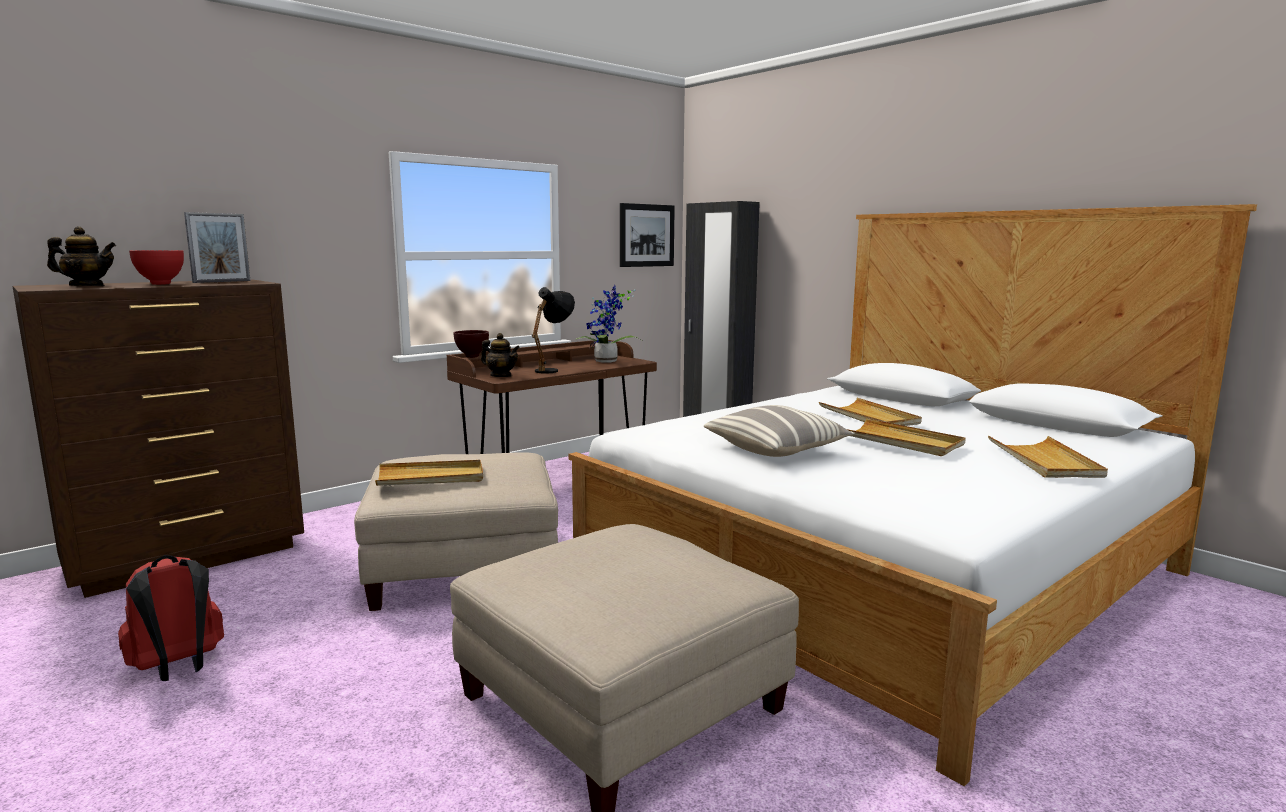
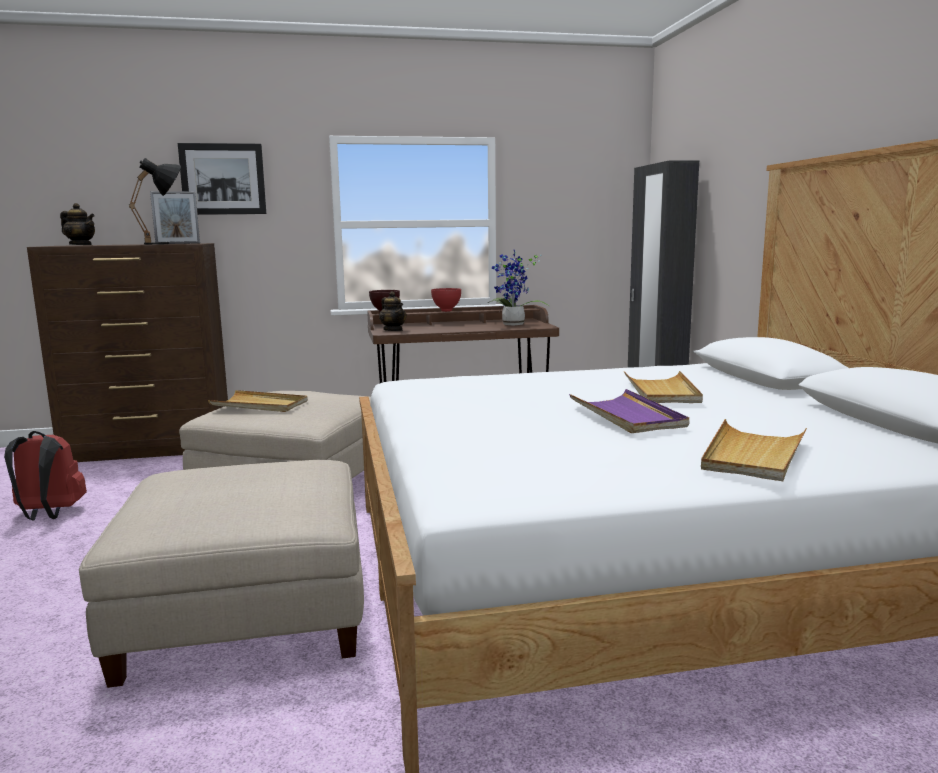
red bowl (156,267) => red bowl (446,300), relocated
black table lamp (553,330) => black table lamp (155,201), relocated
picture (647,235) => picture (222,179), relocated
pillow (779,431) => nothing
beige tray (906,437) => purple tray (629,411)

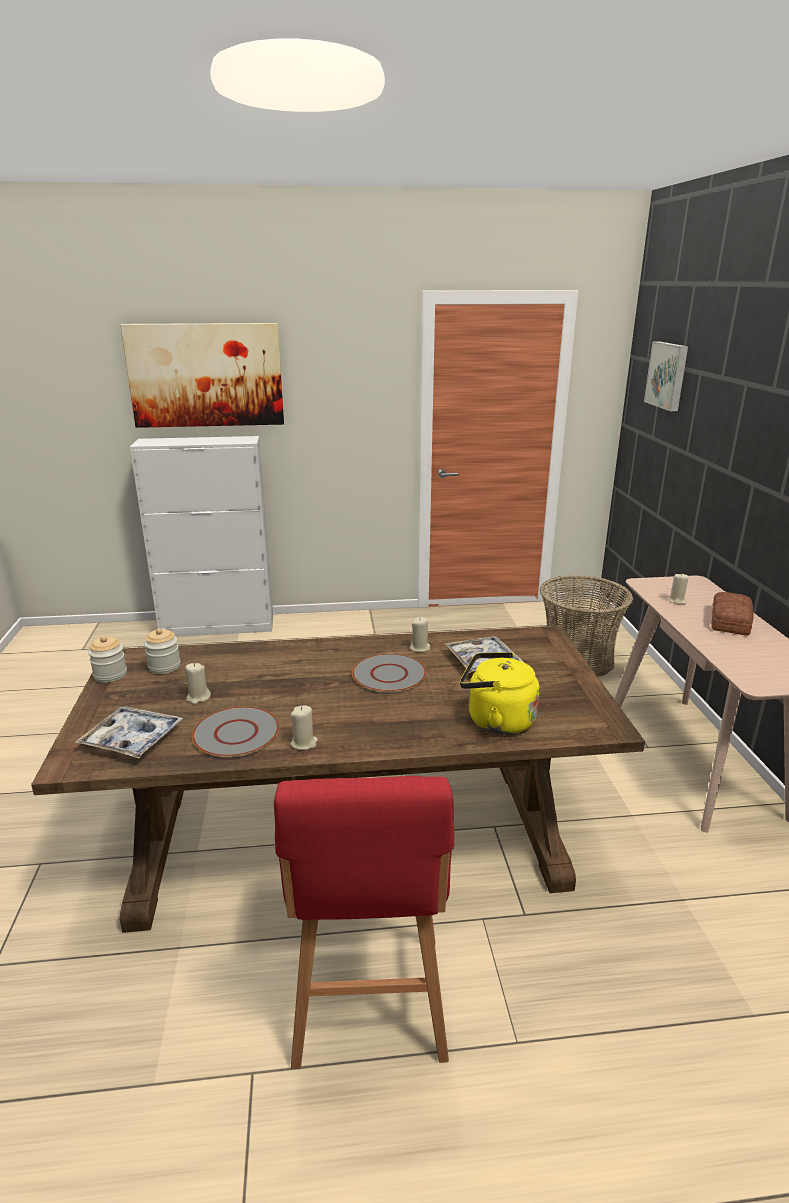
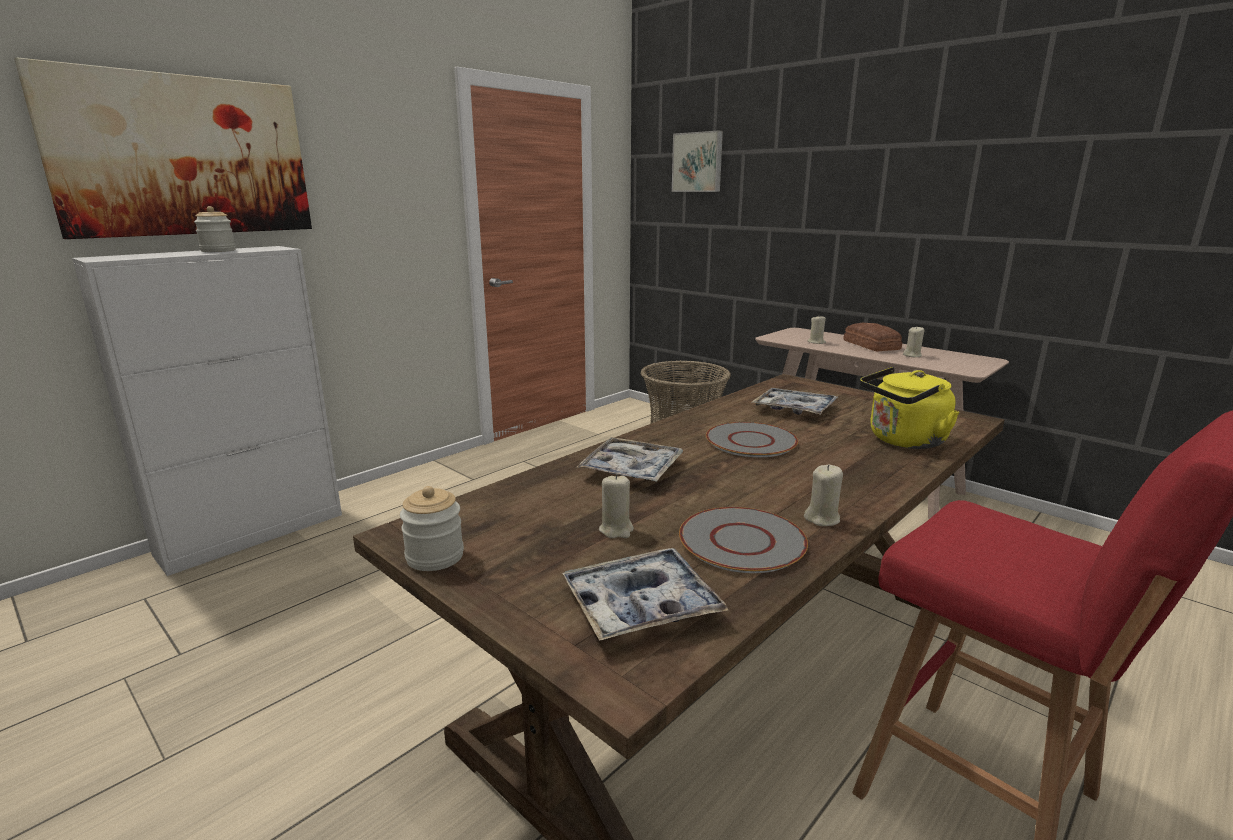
jar (162,651) => jar (215,229), relocated
beige candle (420,634) => beige candle (913,342), relocated
nothing => tray (629,459)

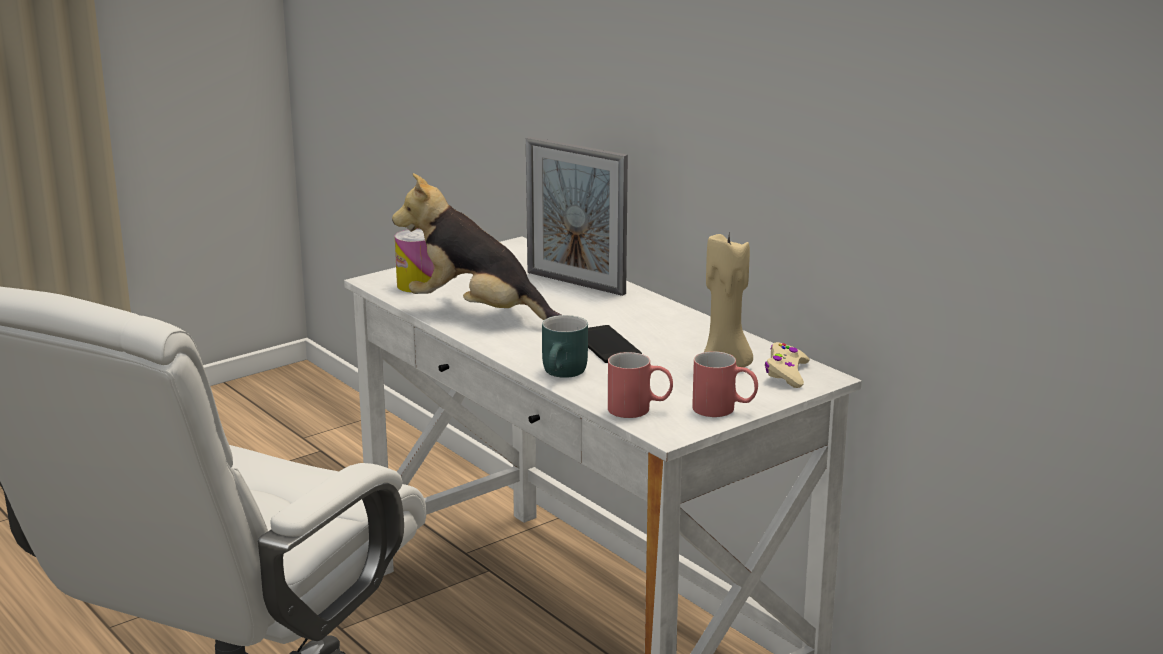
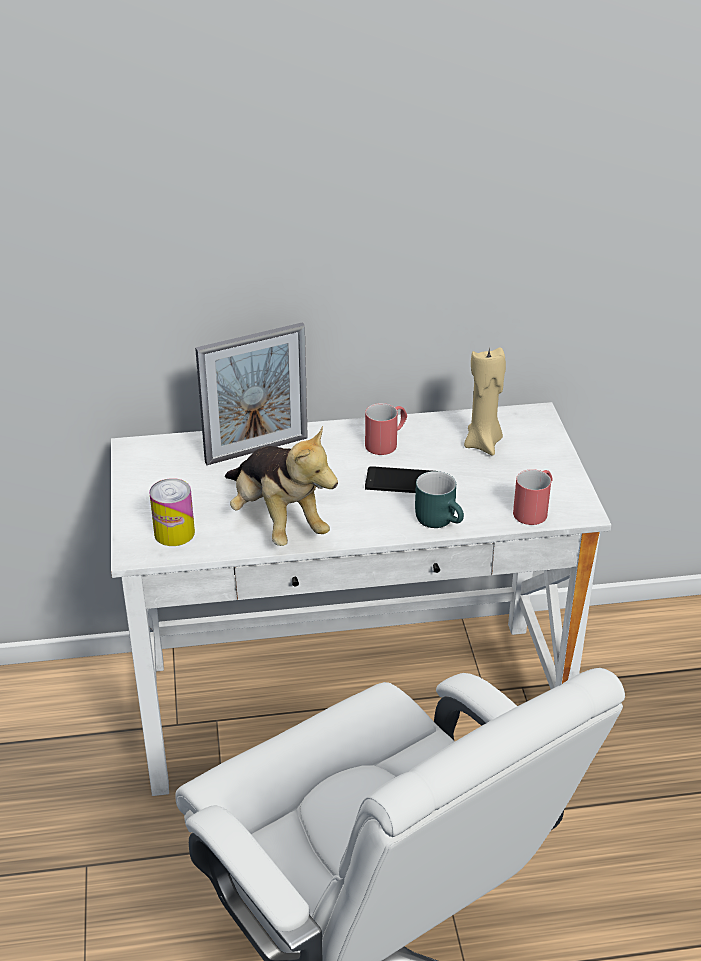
plush toy (476,246) => plush toy (281,486), 90 degrees counterclockwise
red mug (725,384) => red mug (386,429), relocated
beige game controller (787,365) => nothing

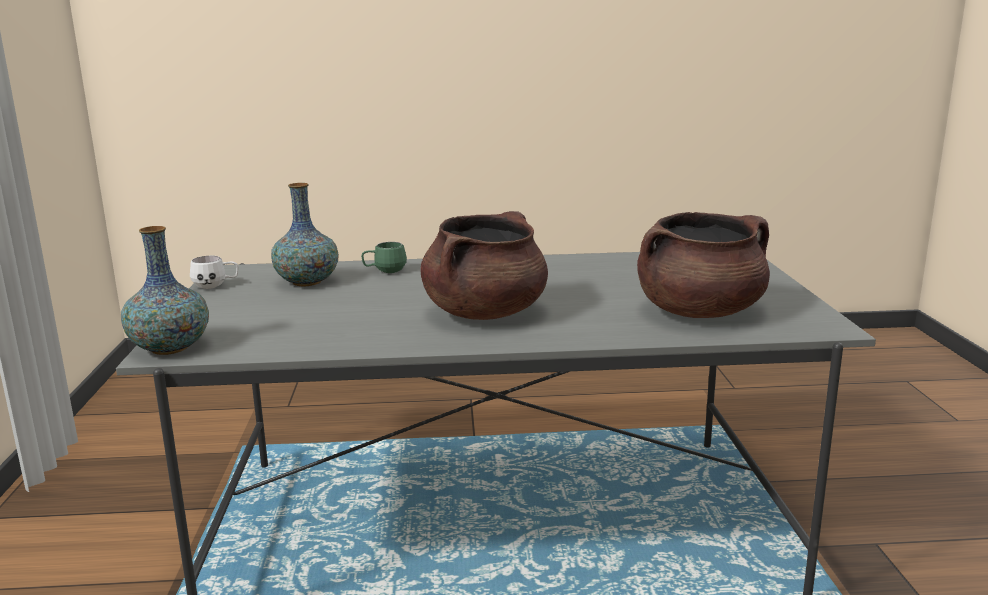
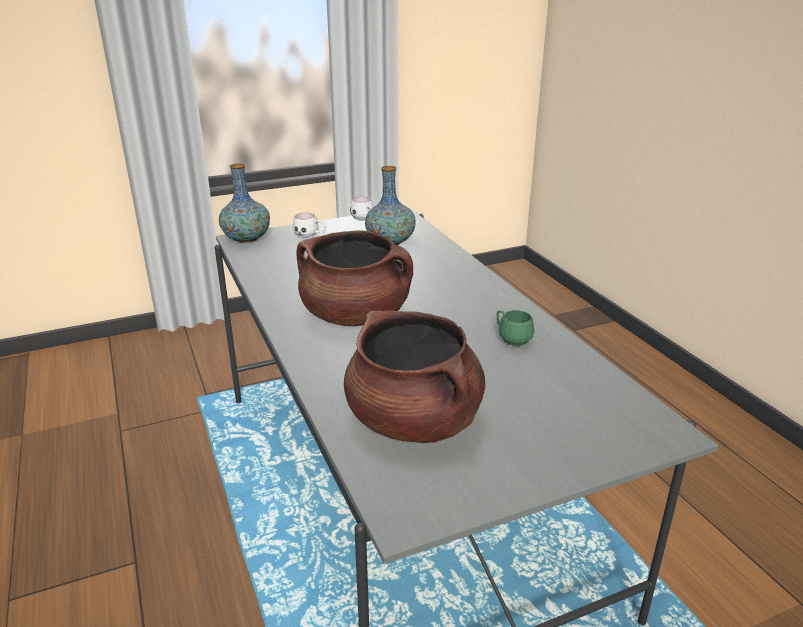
green mug (384,257) => green mug (515,328), relocated
nothing => white mug (309,225)

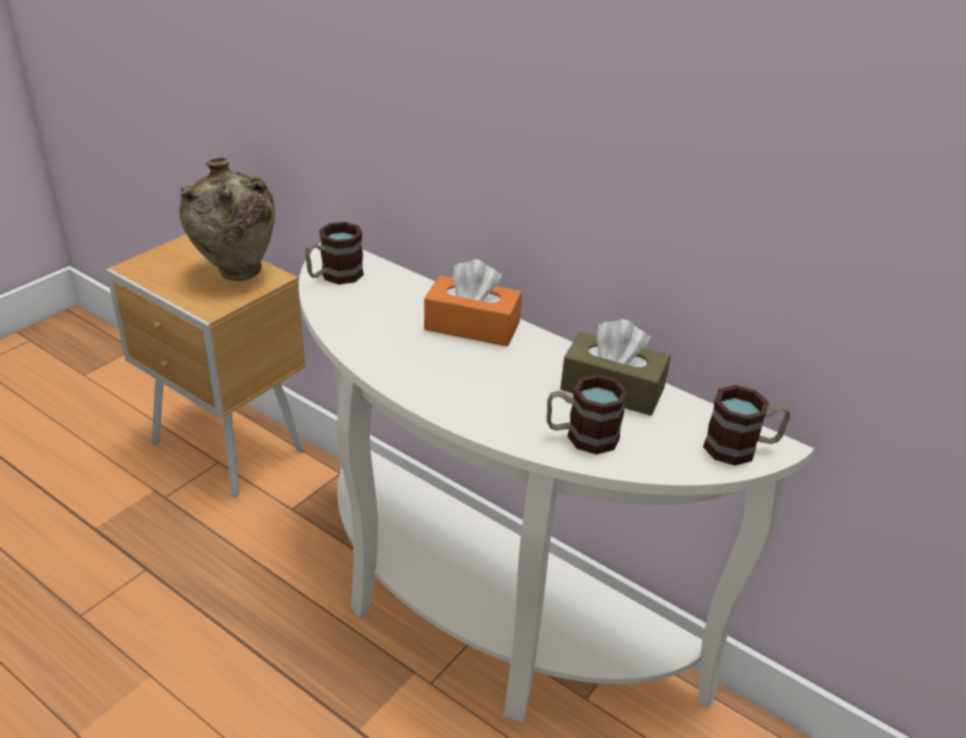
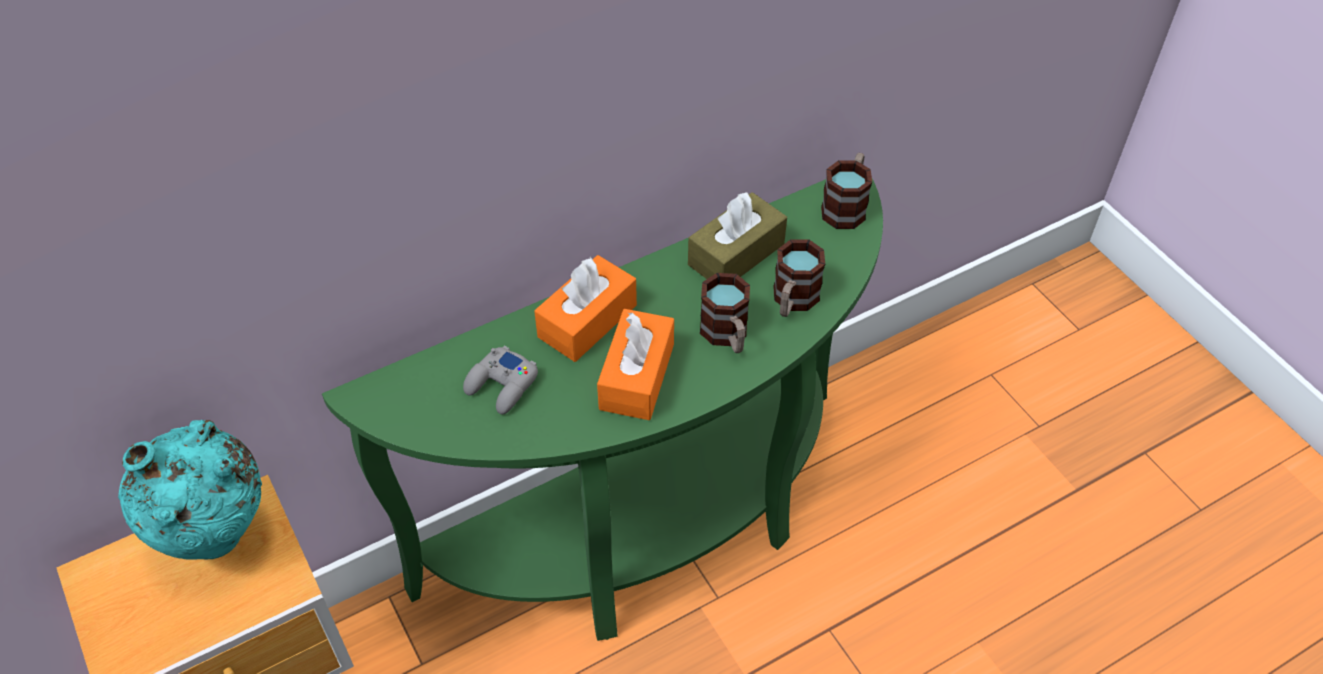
beige vase (227,219) => turquoise vase (190,490)
white console table (556,482) => green console table (602,410)
mug (334,253) => mug (725,313), relocated
nothing => grey game controller (500,380)
nothing => orange tissue box (635,364)

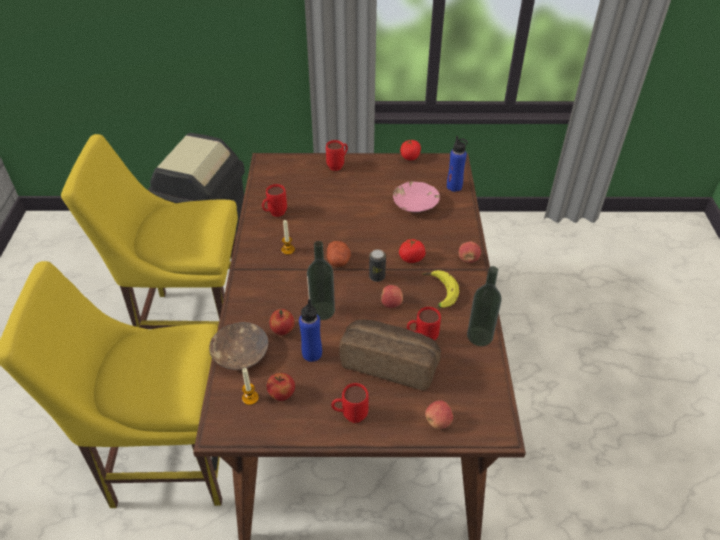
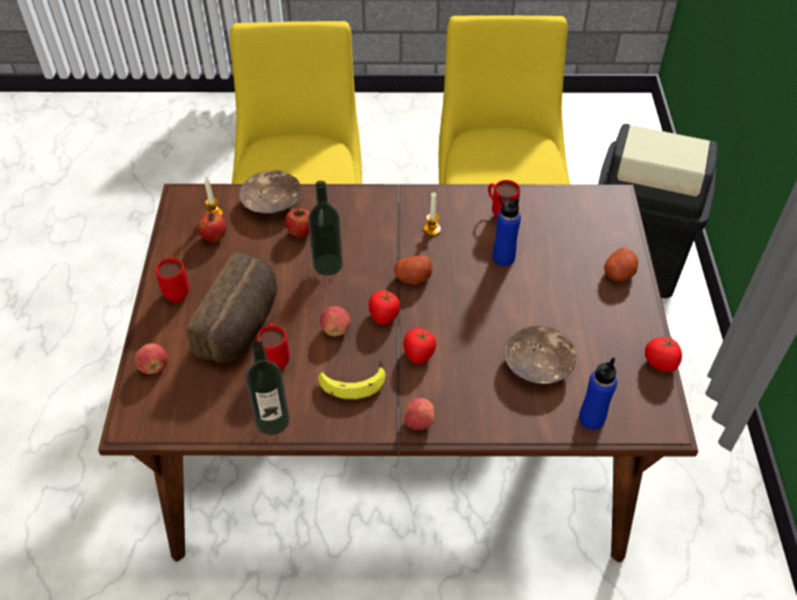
blue bottle (310,330) => blue bottle (507,230), relocated
red mug (337,155) => potato (621,264)
can (377,265) => tomato (384,307)
pink bowl (416,197) => brown bowl (540,355)

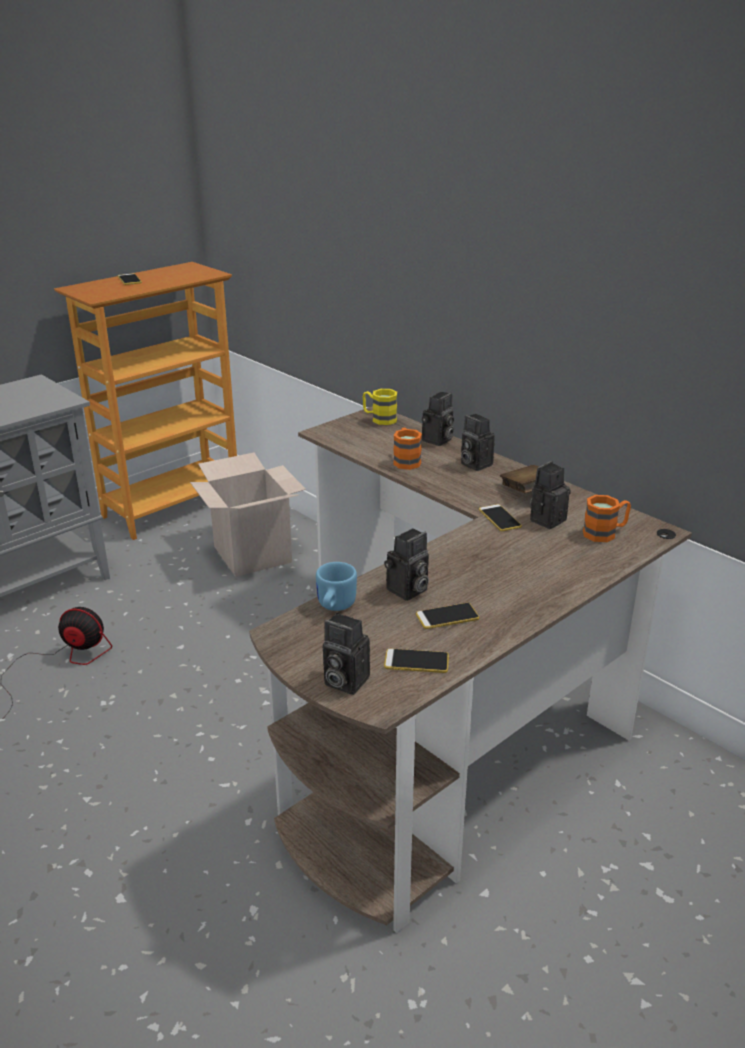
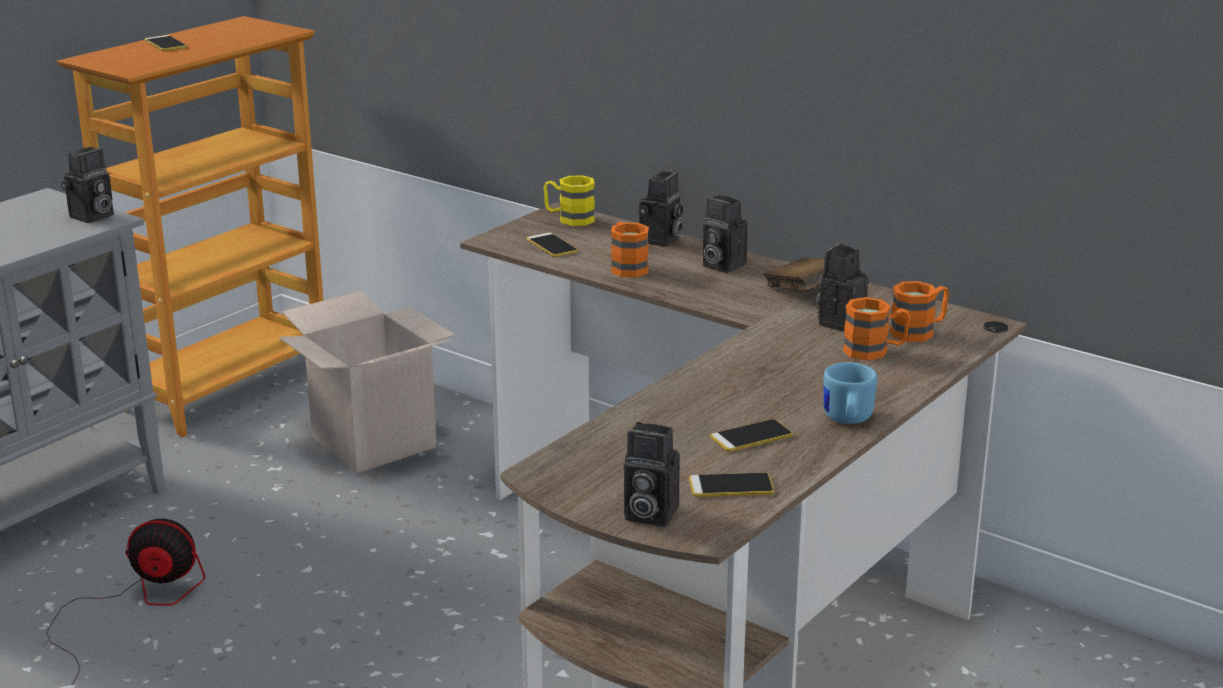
blue mug (336,586) => blue mug (850,393), relocated
photo camera (406,564) => photo camera (87,185), relocated
phone (500,517) => phone (552,245), relocated
nothing => orange mug (876,329)

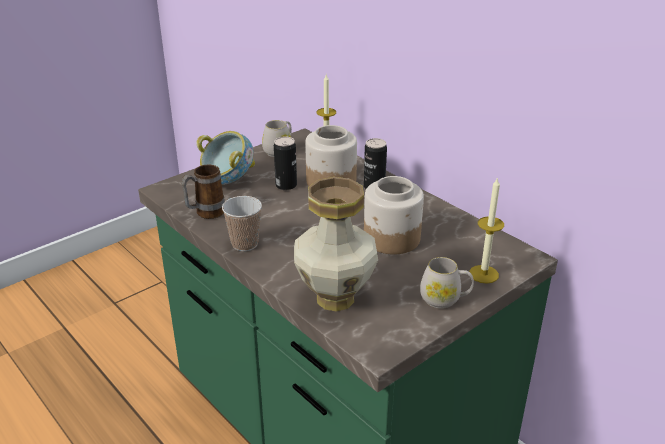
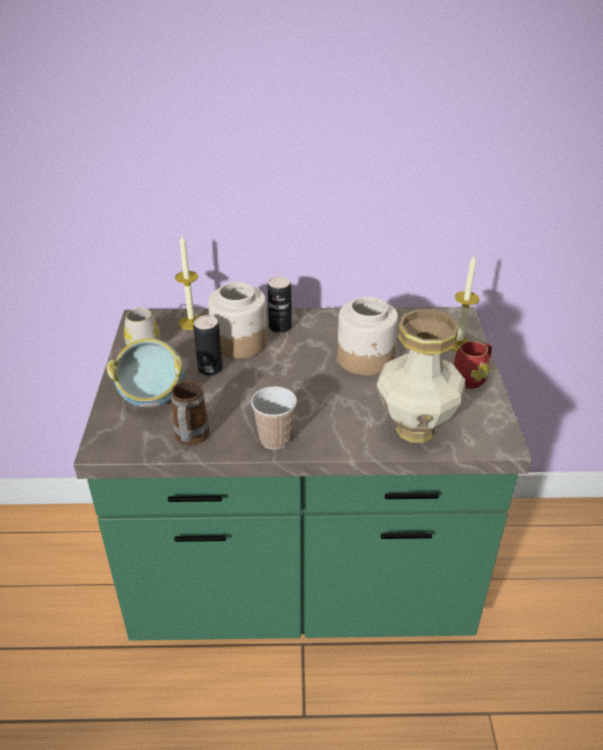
white mug (447,282) => red mug (472,365)

